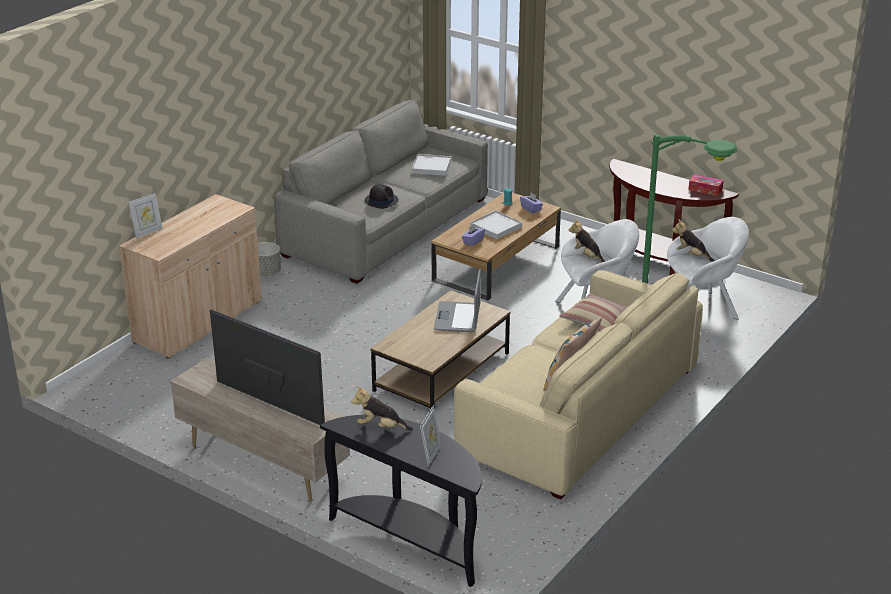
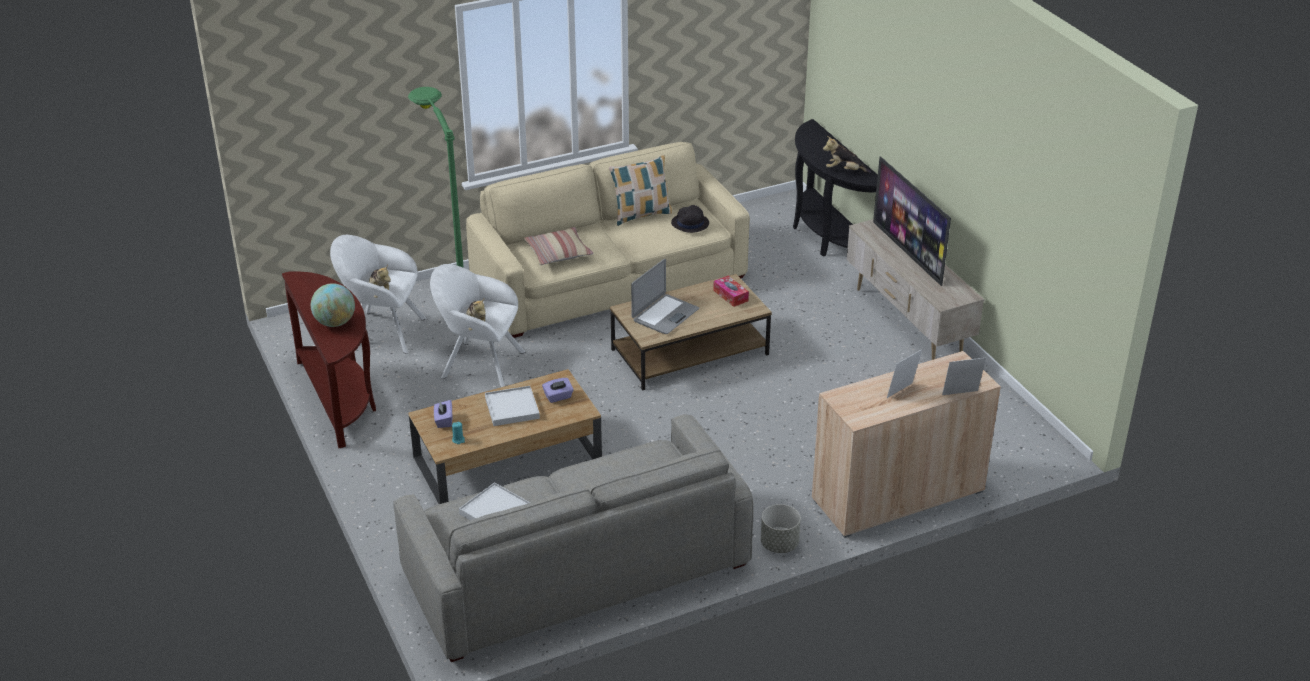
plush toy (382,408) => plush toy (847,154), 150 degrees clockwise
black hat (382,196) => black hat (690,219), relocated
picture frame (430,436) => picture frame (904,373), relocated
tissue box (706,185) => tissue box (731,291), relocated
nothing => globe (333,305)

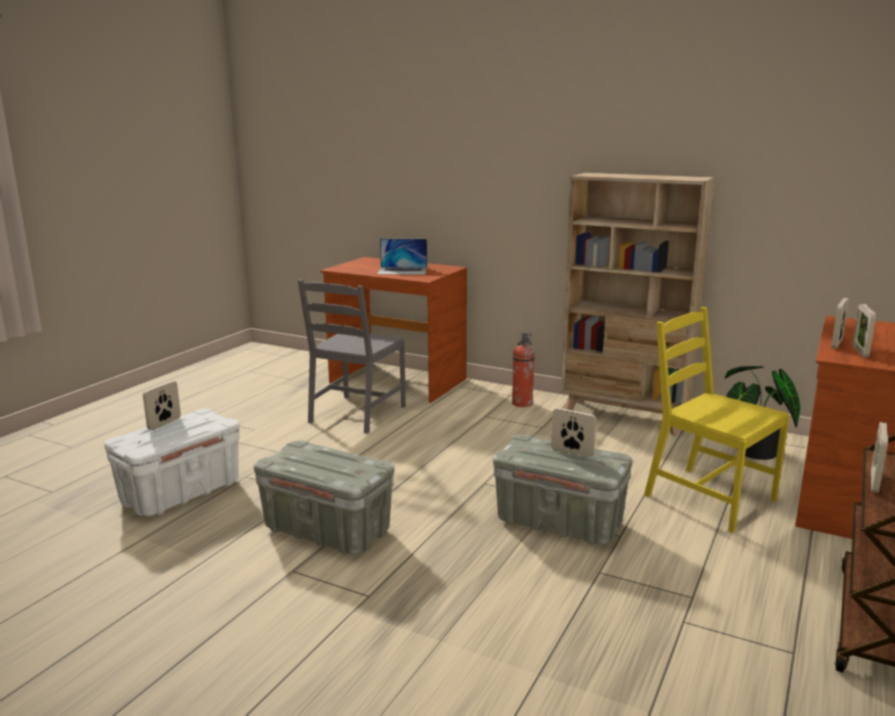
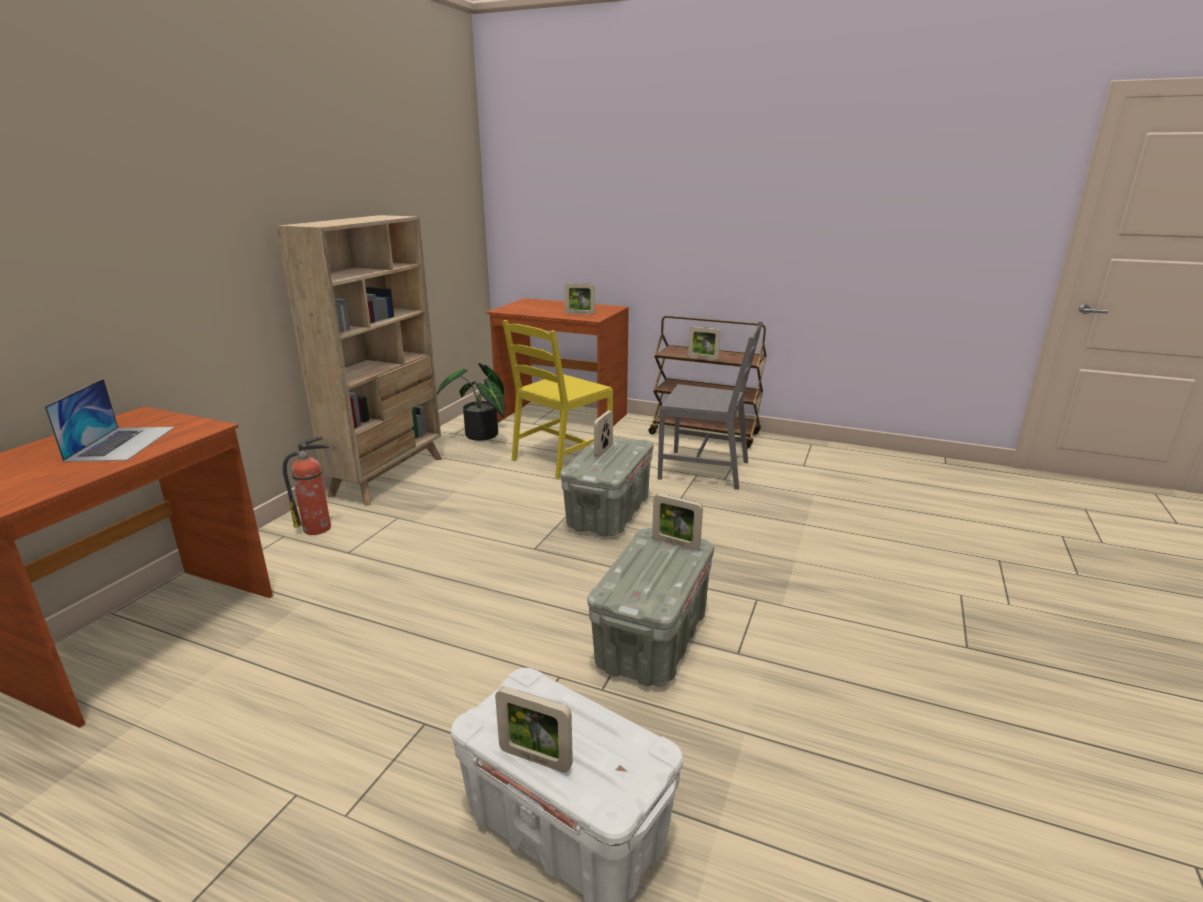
grey chair (352,357) => grey chair (710,405), relocated
picture frame (840,323) => picture frame (677,521), relocated

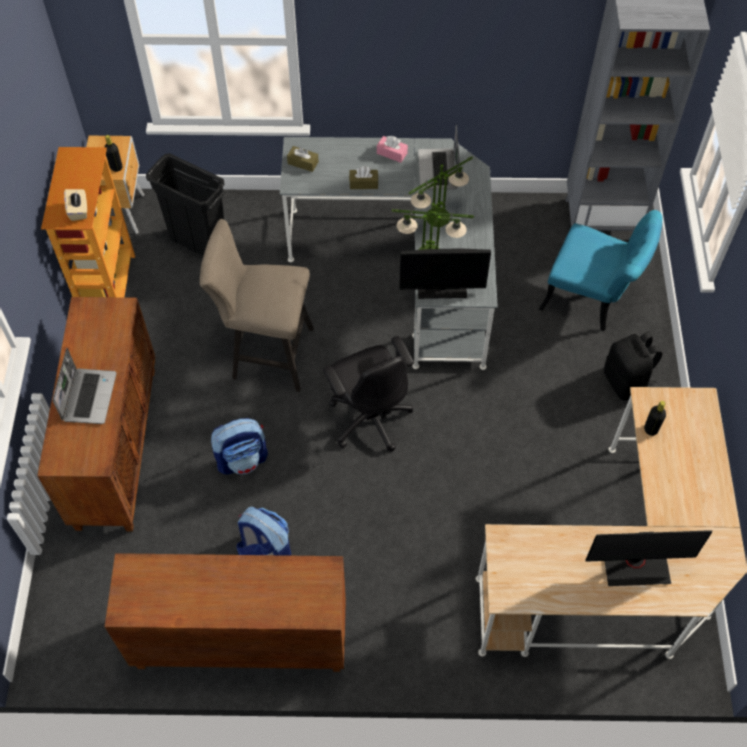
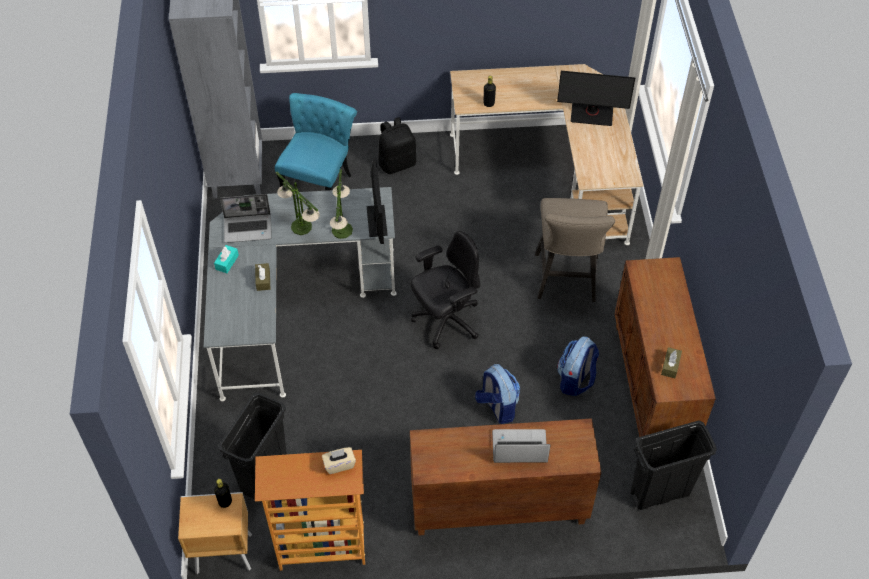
beige stool (257,305) => beige stool (575,250), relocated
brown tissue box (303,159) => brown tissue box (671,362), relocated
pink tissue box (392,149) => turquoise tissue box (226,259)
monitor (648,558) => monitor (596,98), 105 degrees clockwise
nothing => black trash can (674,465)

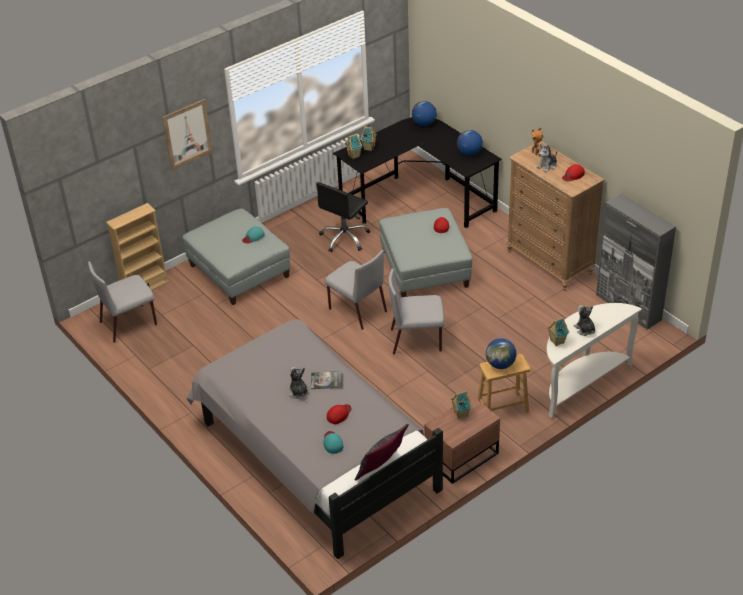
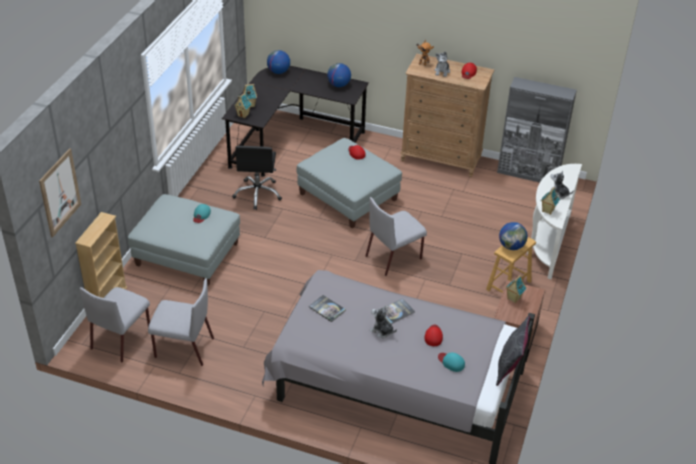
picture (187,134) => picture (60,192), relocated
grey chair (355,290) => grey chair (181,322), relocated
nothing => book (327,308)

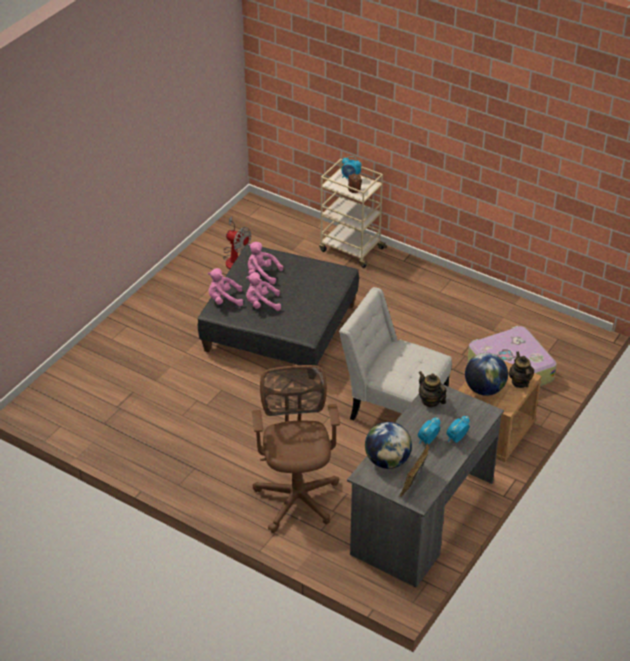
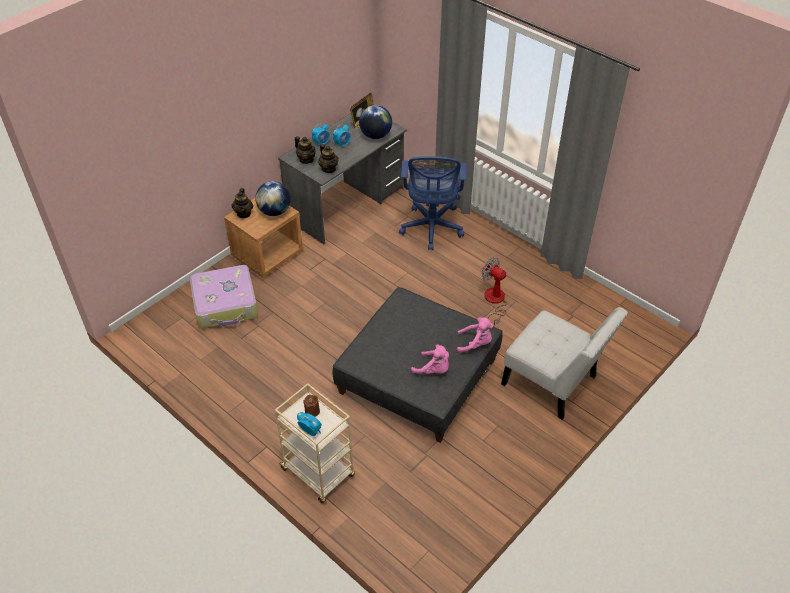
fan (237,243) => fan (494,291), relocated
pink plush toy (263,291) => nothing
brown office chair (296,449) => blue office chair (433,203)
white chair (395,353) => white chair (564,363), relocated
nothing => teapot (305,150)

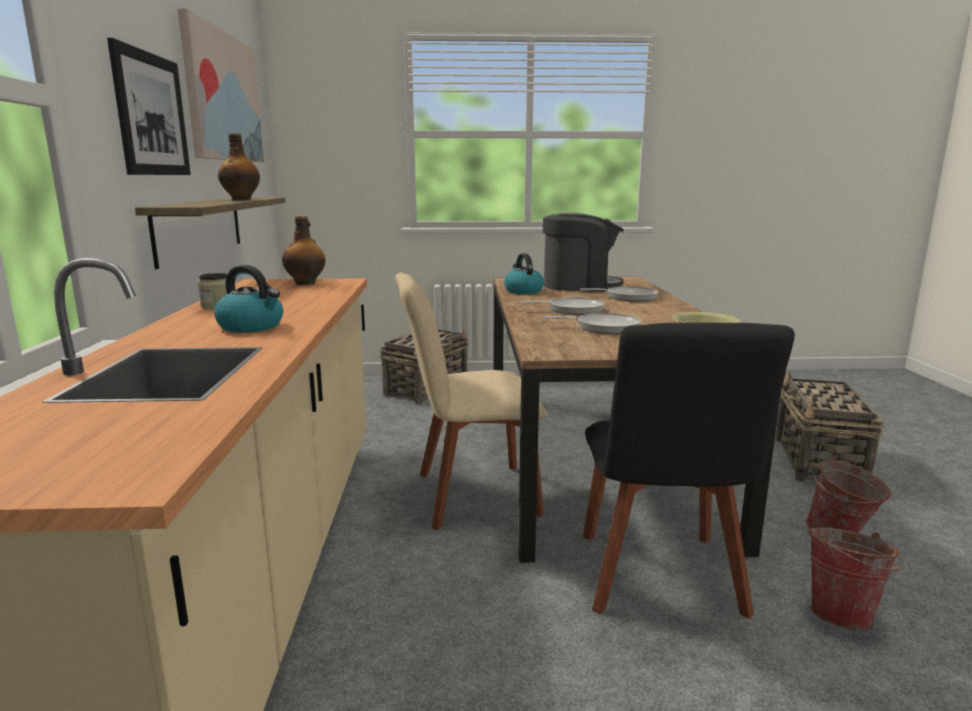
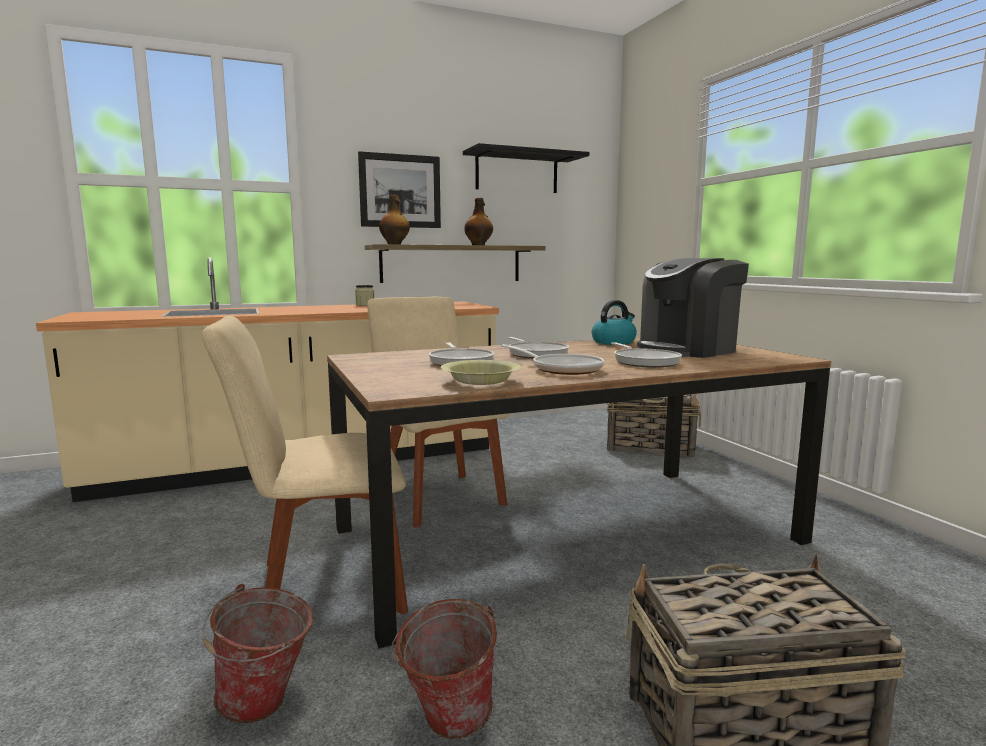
picture (221,85) => black shelf (526,168)
kettle (248,299) => nothing
bottle (304,250) => bottle (394,219), relocated
coffee machine (583,252) => coffee machine (693,308), 75 degrees clockwise
black chair (689,470) => beige chair (305,465)
nothing => frying pan (552,359)

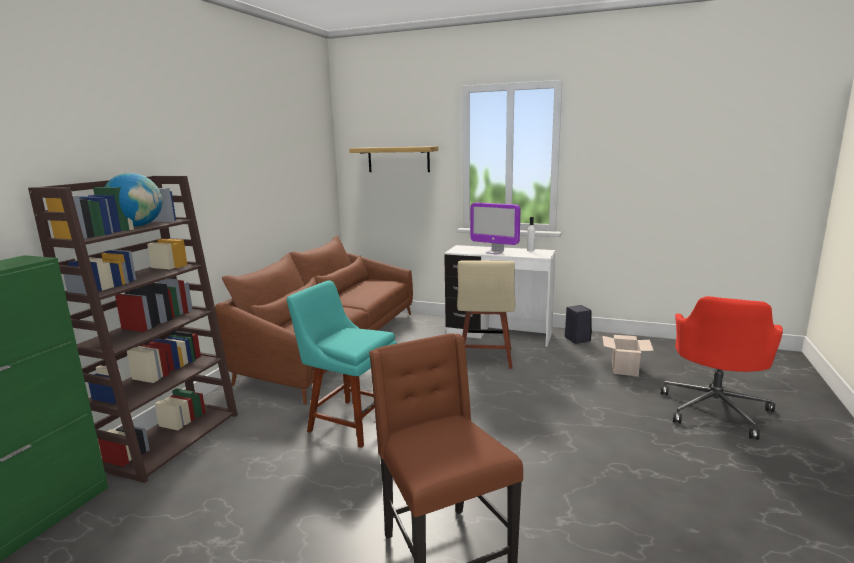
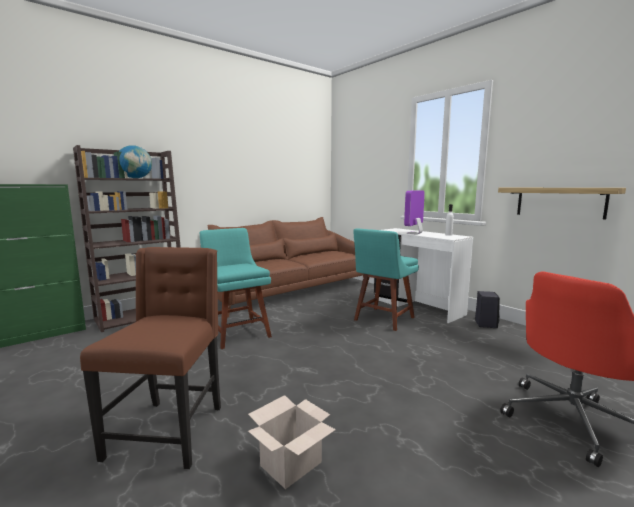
shelf (393,159) => shelf (562,204), relocated
beige chair (486,314) => turquoise chair (386,280)
monitor (495,229) => monitor (414,212), 60 degrees clockwise
cardboard box (628,355) => cardboard box (292,442), relocated

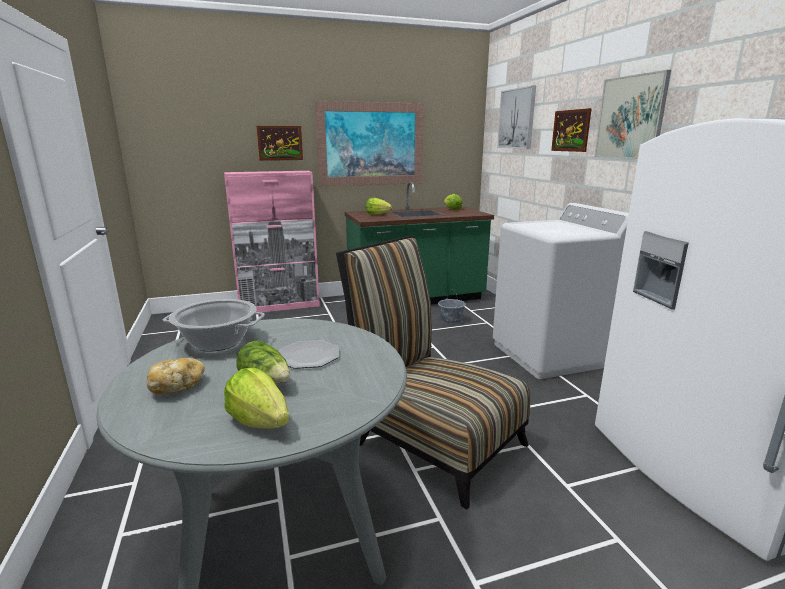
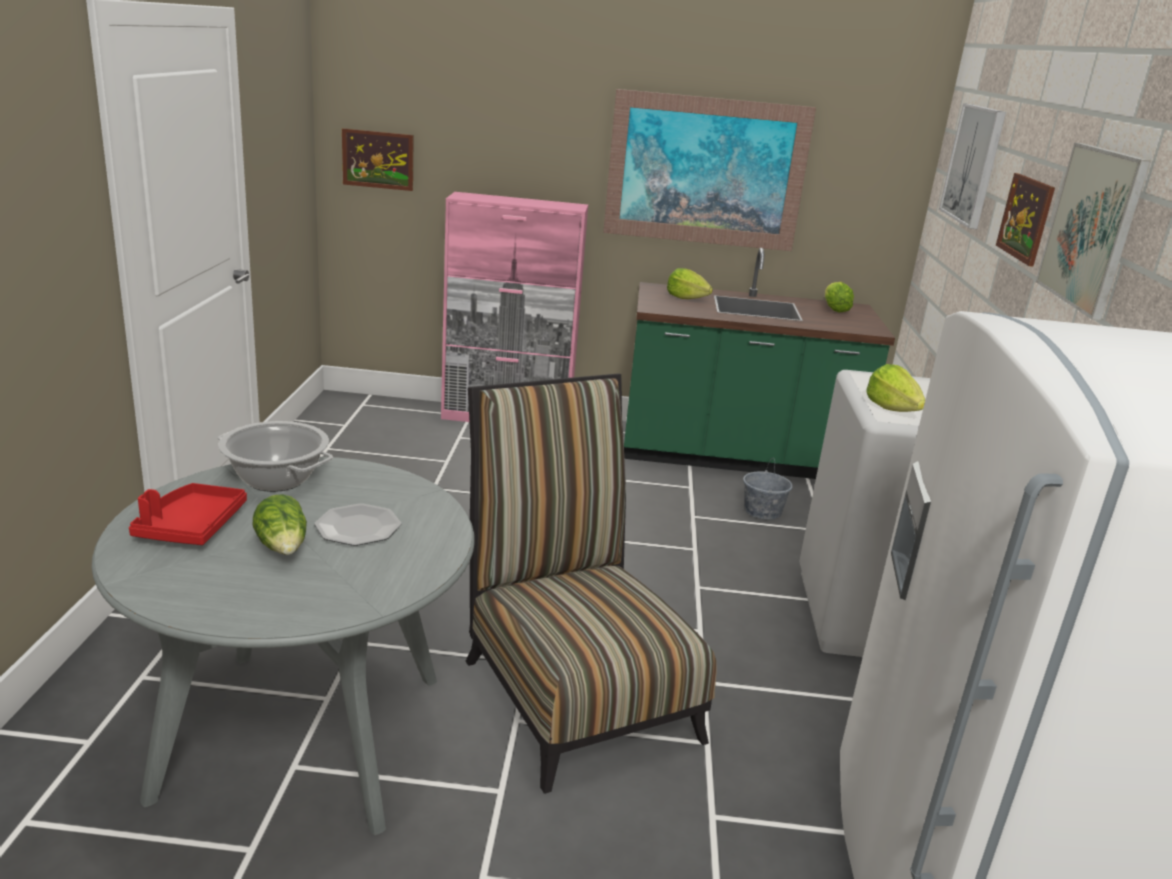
bread (176,376) => red tray (188,514)
lettuce (256,398) => lettuce (895,388), relocated
picture (279,143) => picture (378,159), relocated

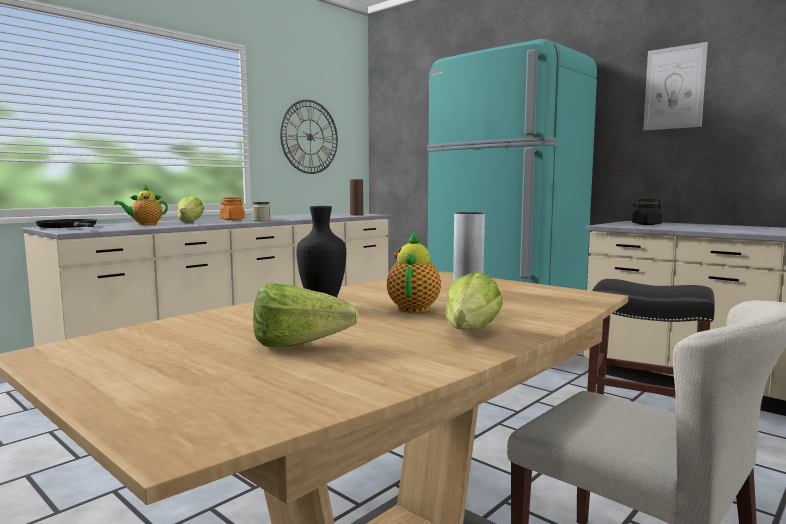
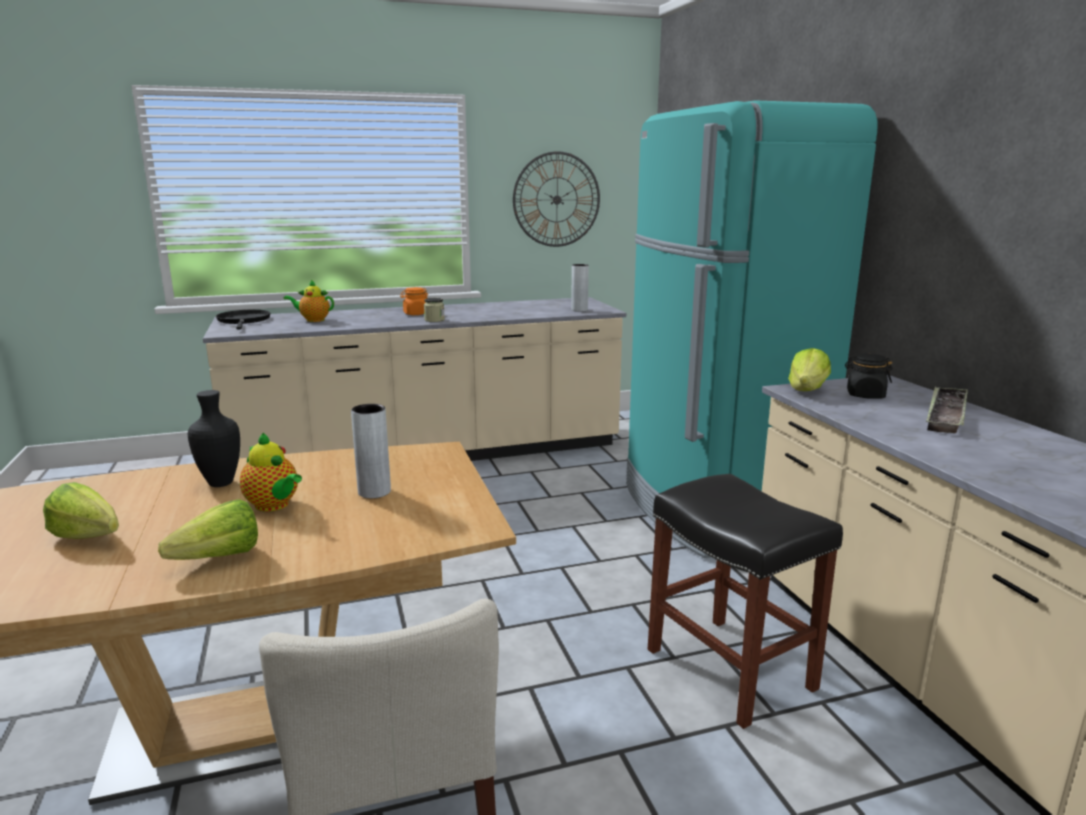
lettuce (190,209) => lettuce (809,369), relocated
brown vase (356,197) => grey vase (580,288)
teapot (414,272) => teapot (271,472), 90 degrees clockwise
picture (675,86) => nothing
nothing => tray (947,409)

